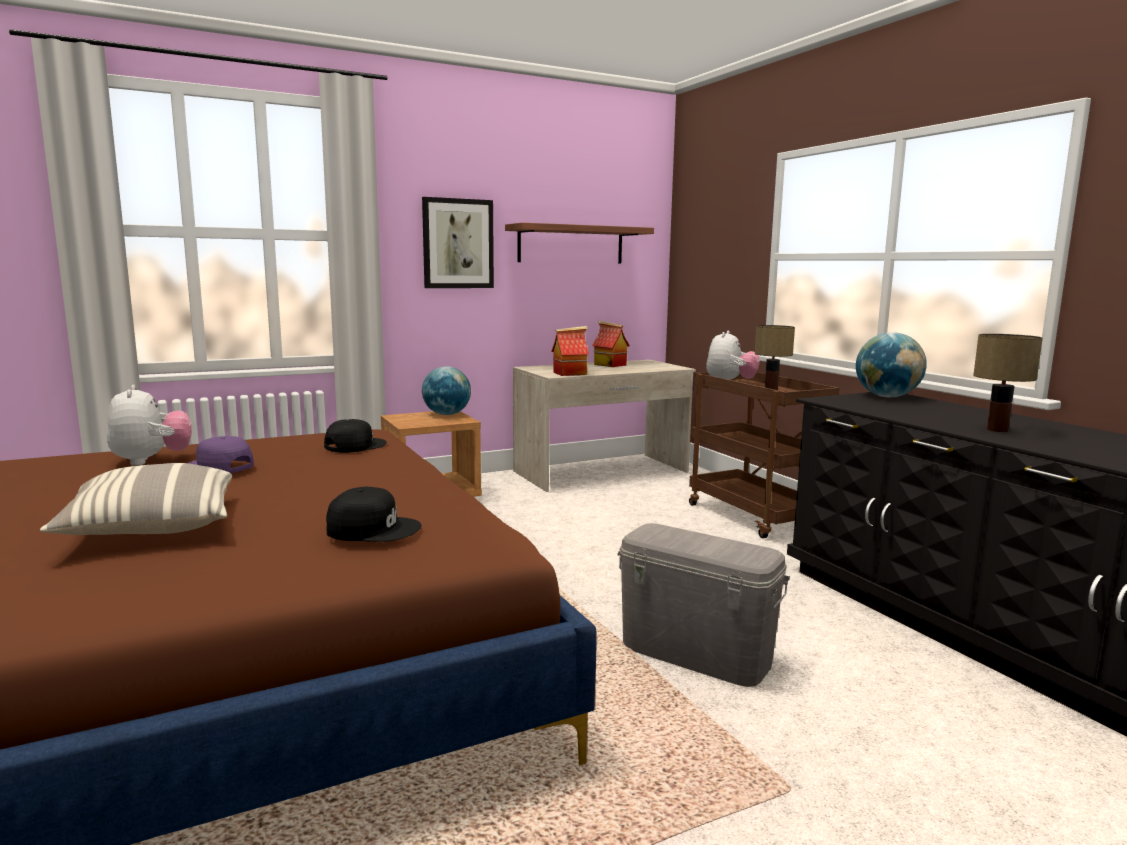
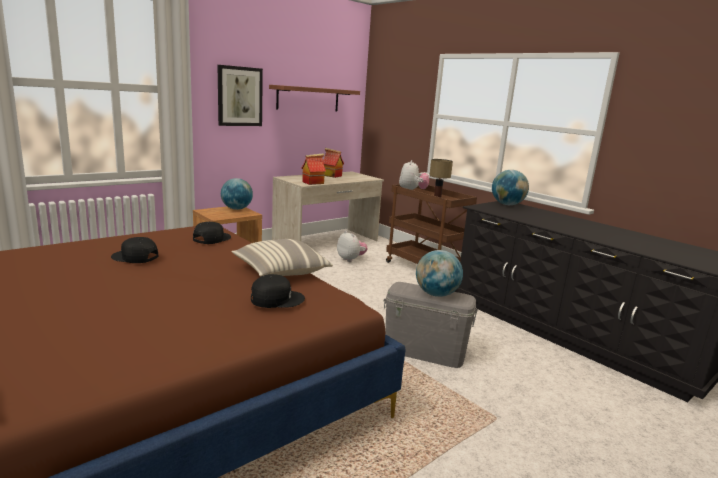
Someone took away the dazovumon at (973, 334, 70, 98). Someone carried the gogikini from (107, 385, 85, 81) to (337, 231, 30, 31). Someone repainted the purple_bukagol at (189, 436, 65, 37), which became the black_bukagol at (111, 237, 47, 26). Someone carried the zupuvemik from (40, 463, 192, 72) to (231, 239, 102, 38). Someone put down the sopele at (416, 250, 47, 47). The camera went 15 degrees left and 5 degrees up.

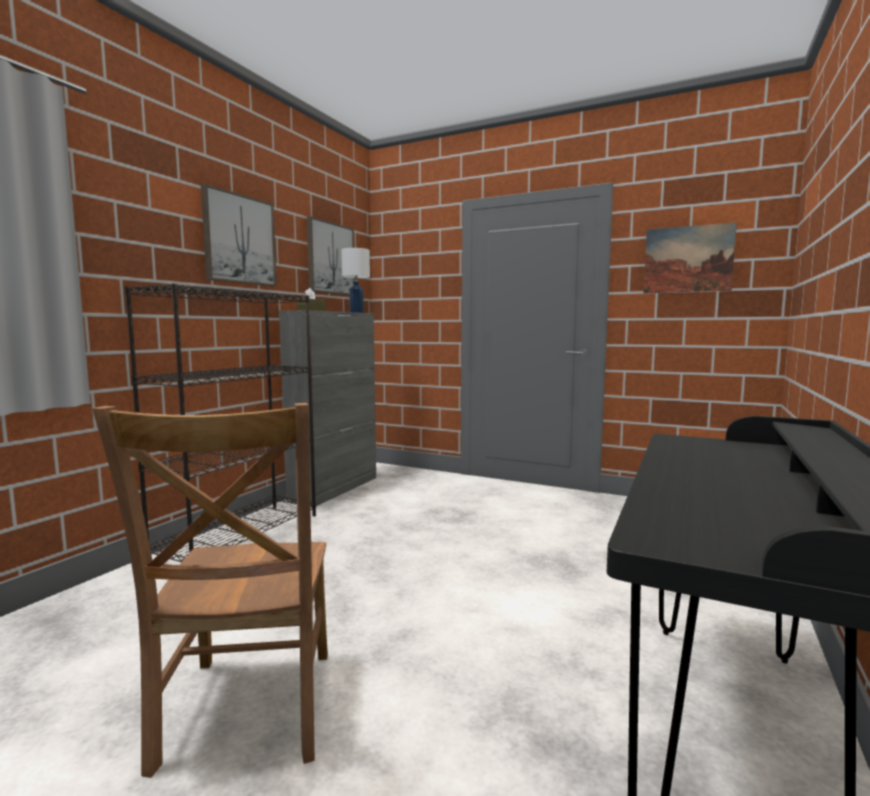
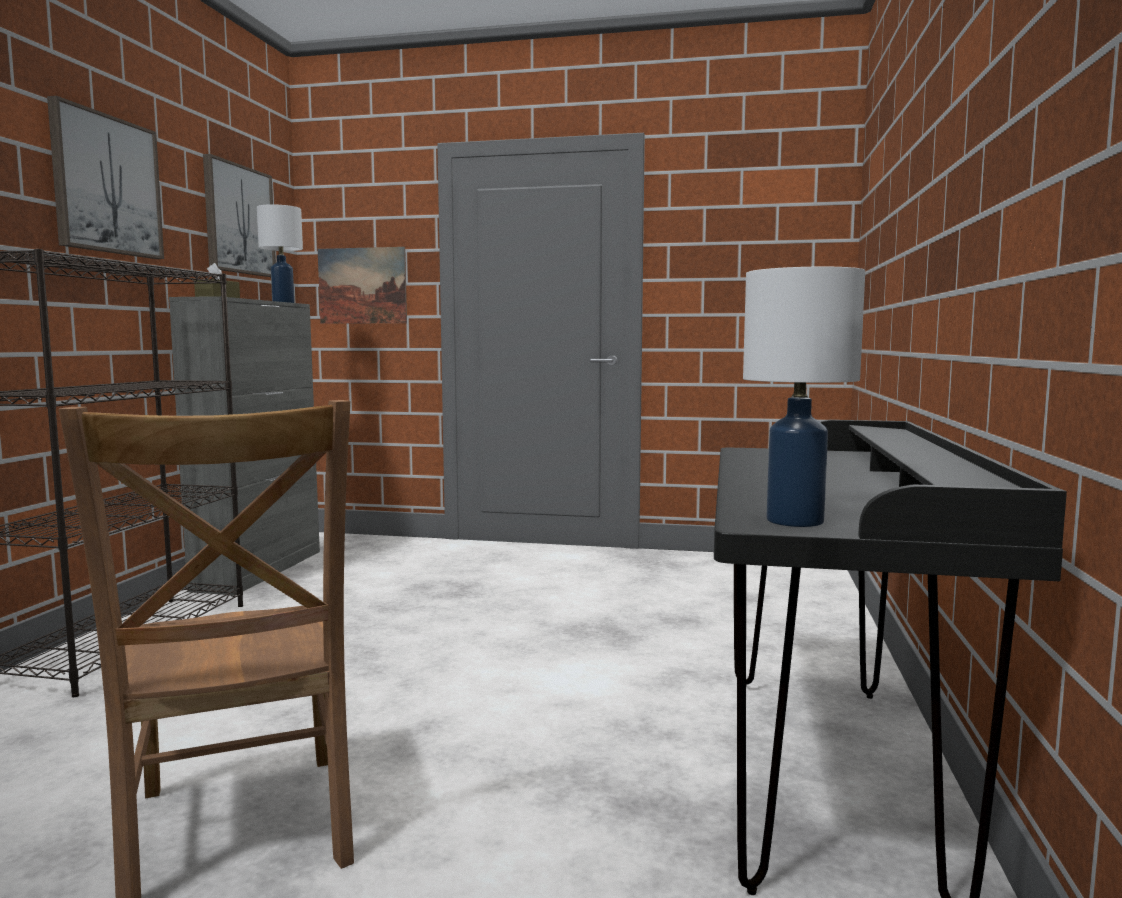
Someone carried the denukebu from (643, 222, 94, 71) to (318, 247, 89, 77). Someone put down the white_dazovumon at (743, 267, 122, 260). The camera went 15 degrees left and 0 degrees up.

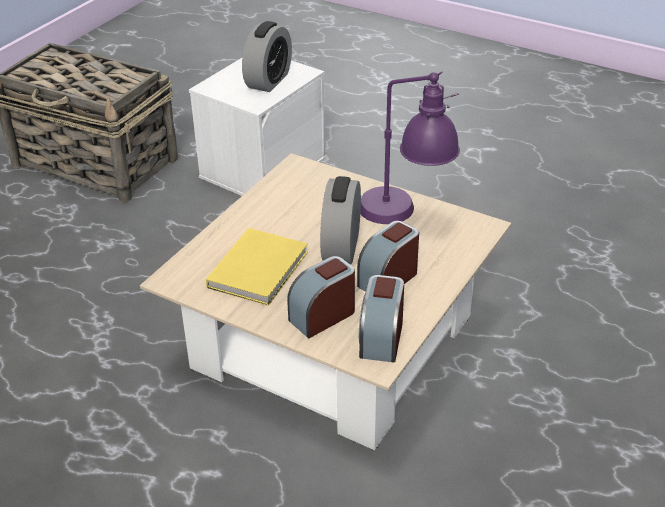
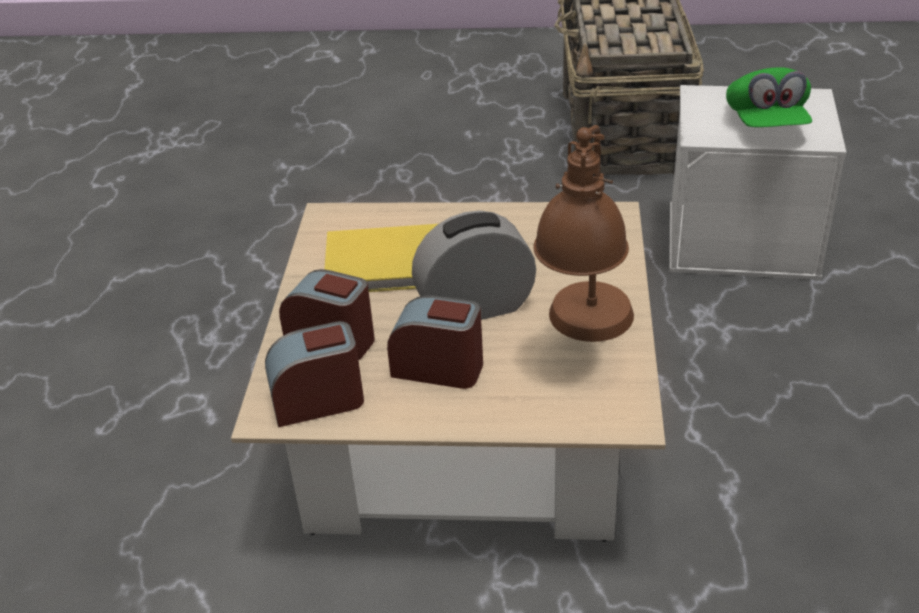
Someone swapped the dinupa at (242, 21, 50, 71) for the green_bukagol at (726, 67, 86, 60). Someone repainted the purple_dazovumon at (360, 71, 100, 153), which became the brown_dazovumon at (533, 125, 101, 217). The camera went 65 degrees right and 0 degrees up.

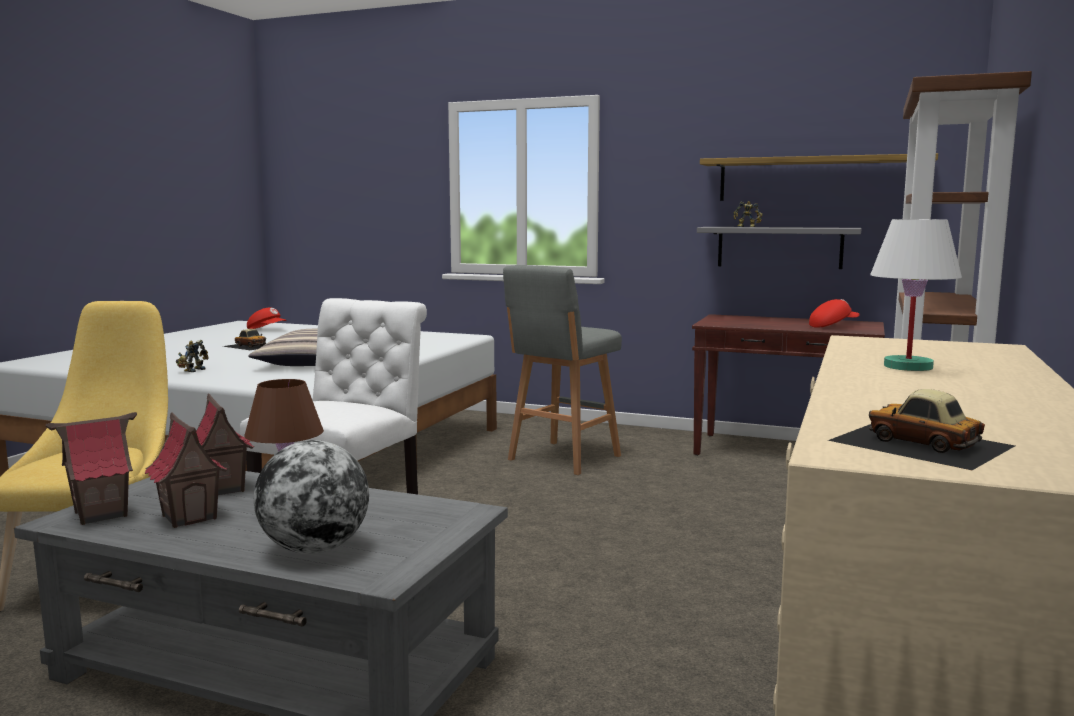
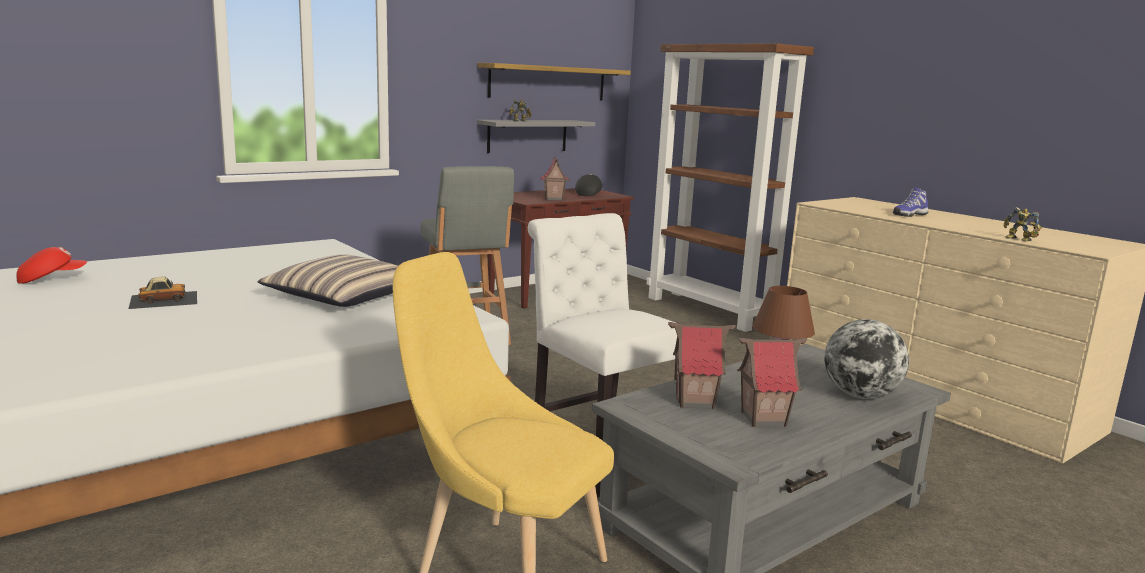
Someone swapped the white_dazovumon at (870, 219, 92, 152) for the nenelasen at (893, 188, 35, 29). Someone repainted the red_bukagol at (809, 299, 51, 29), which became the black_bukagol at (575, 174, 27, 22). Someone carried the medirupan from (176, 340, 33, 32) to (1003, 207, 39, 34). Someone took away the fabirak at (828, 389, 187, 81). Someone carried the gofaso from (46, 412, 91, 113) to (541, 156, 29, 45). The camera went 60 degrees left and 5 degrees up.

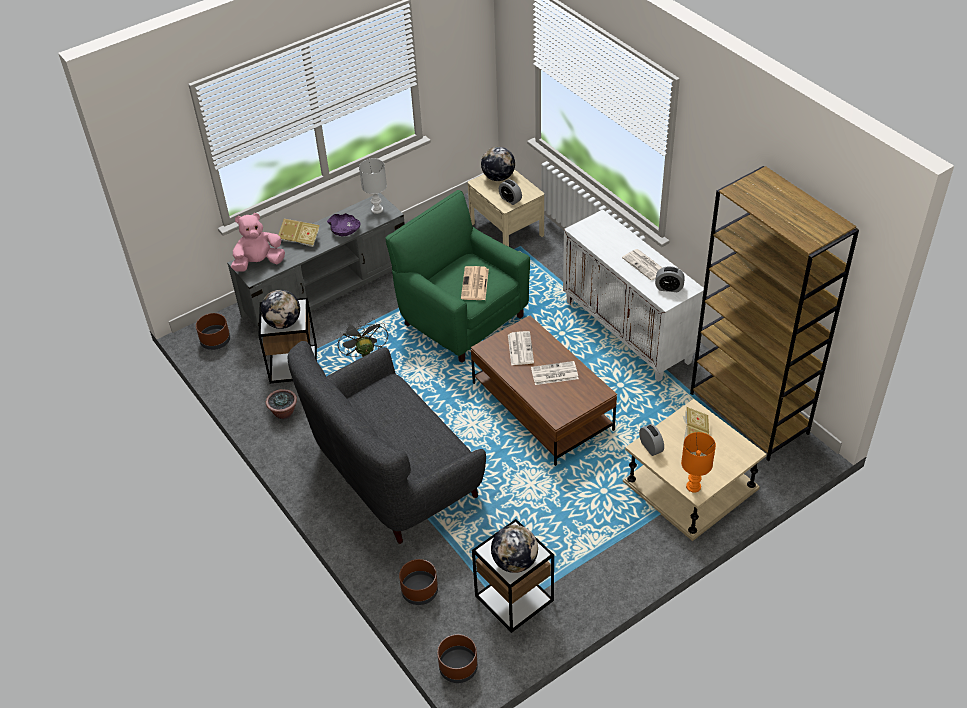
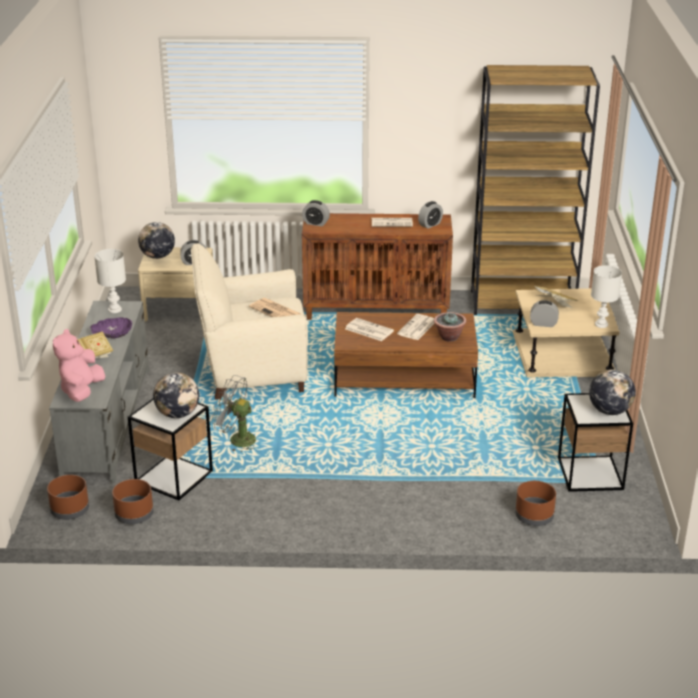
Someone repainted the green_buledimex at (385, 190, 145, 173), which became the beige_buledimex at (191, 243, 118, 157). Someone repainted the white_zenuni at (563, 209, 141, 173), which became the brown_zenuni at (302, 213, 151, 107). Someone took away the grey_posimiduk at (287, 341, 199, 203). Someone carried the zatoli from (266, 389, 31, 30) to (434, 312, 32, 30). Someone repainted the orange_dazovumon at (681, 432, 35, 61), which became the white_dazovumon at (591, 265, 31, 63). Someone carried the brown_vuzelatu from (437, 634, 41, 49) to (112, 479, 41, 45). Someone put down the dinupa at (302, 200, 28, 26). The camera went 55 degrees left and 15 degrees down.

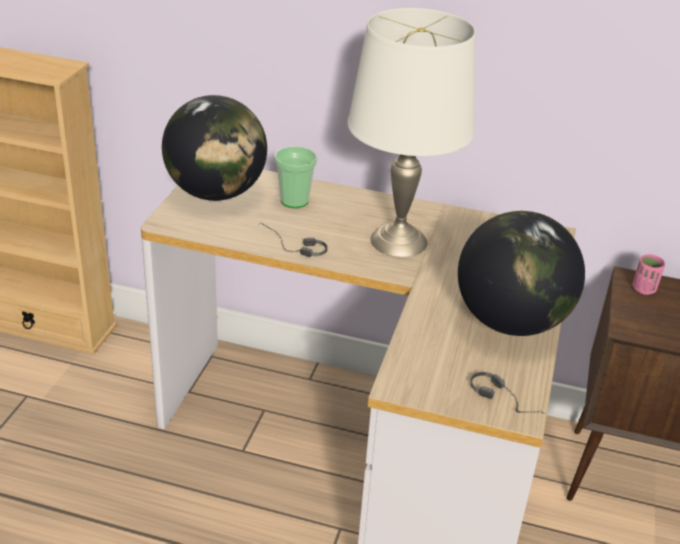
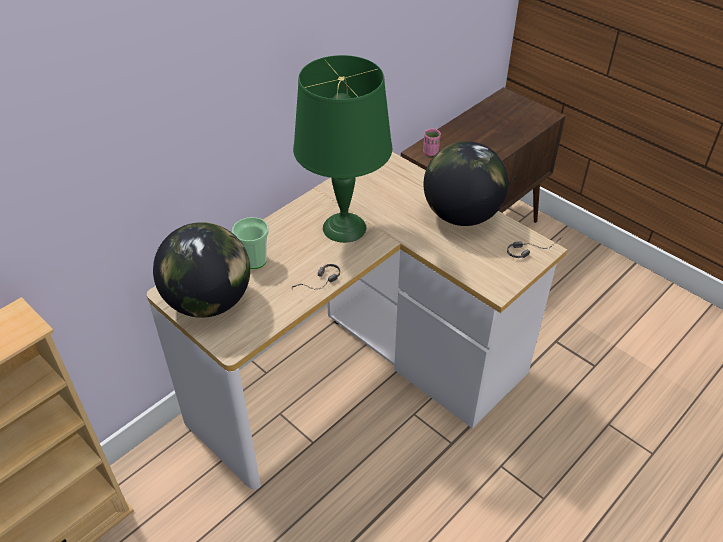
Someone repainted the white_dazovumon at (347, 8, 129, 249), which became the green_dazovumon at (293, 55, 99, 188). The camera went 60 degrees left and 10 degrees up.

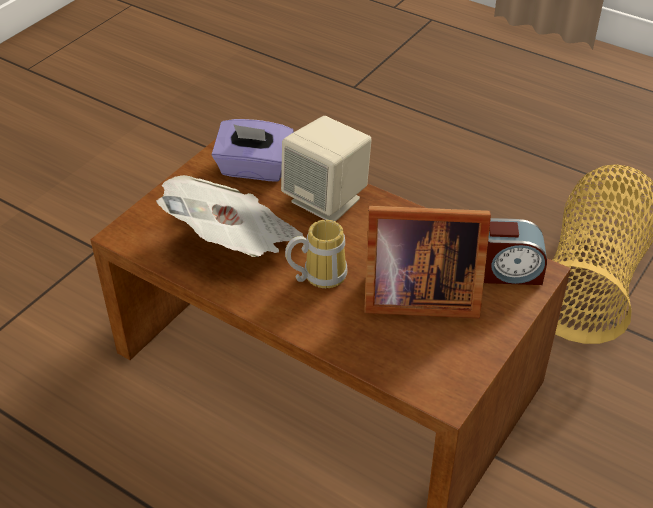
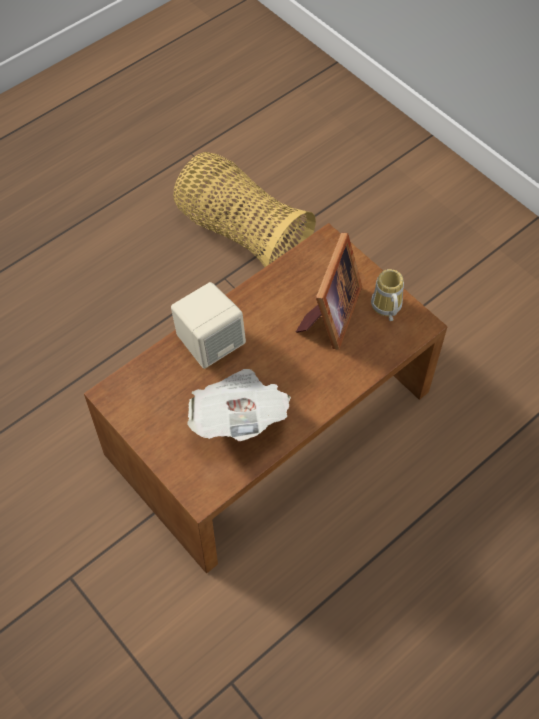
Someone took away the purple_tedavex at (212, 119, 82, 63). Someone took away the dinupa at (484, 218, 63, 67). Someone carried the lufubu from (285, 220, 63, 68) to (371, 269, 33, 52). The camera went 75 degrees left and 15 degrees up.

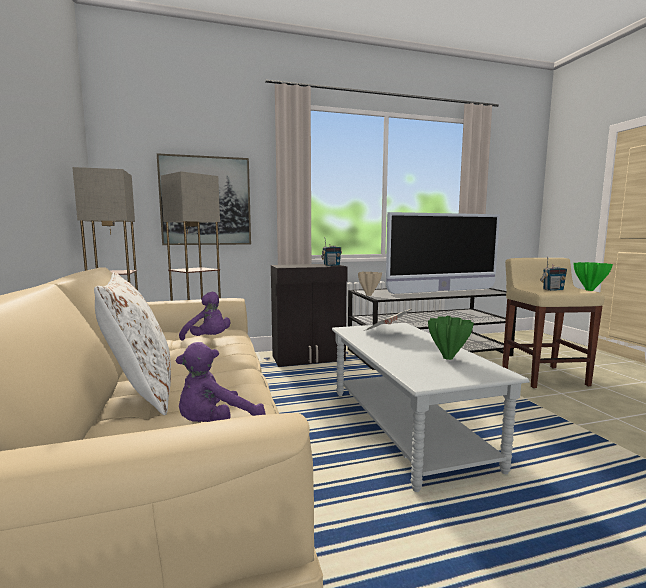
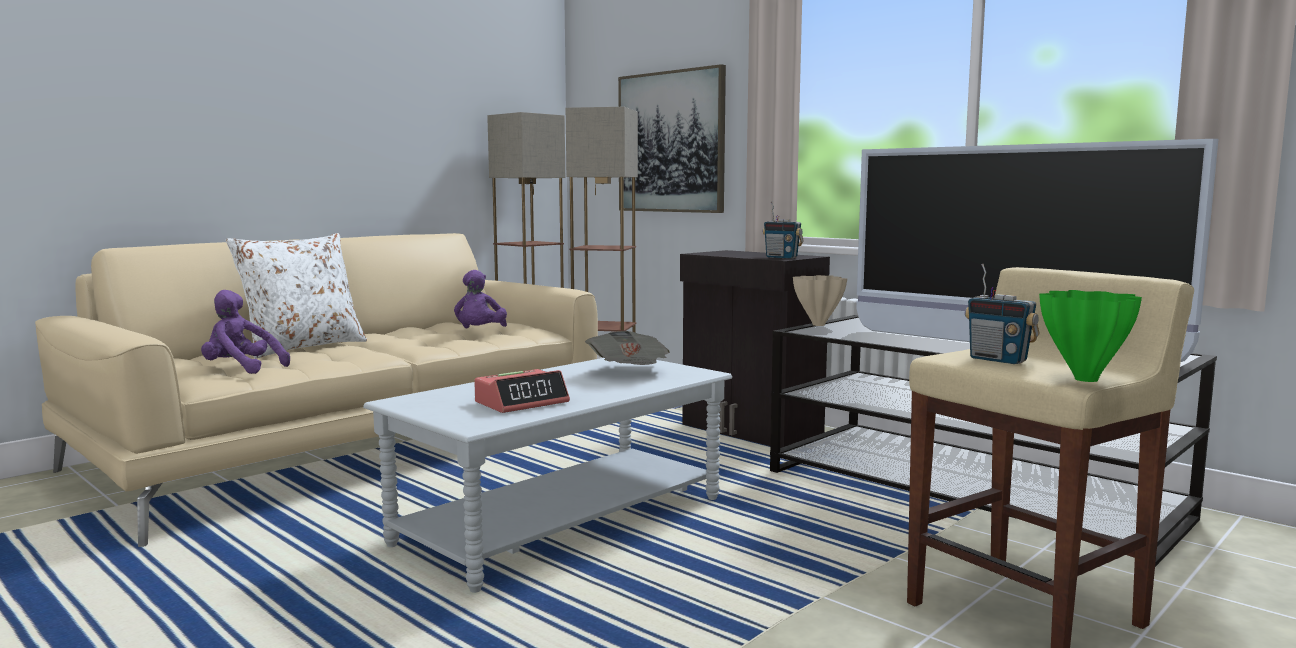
Someone swapped the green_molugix at (428, 316, 46, 44) for the dinupa at (474, 369, 96, 44). The camera went 60 degrees right and 0 degrees up.

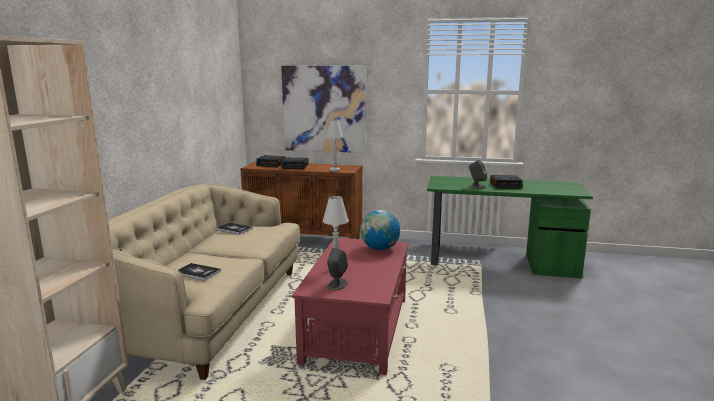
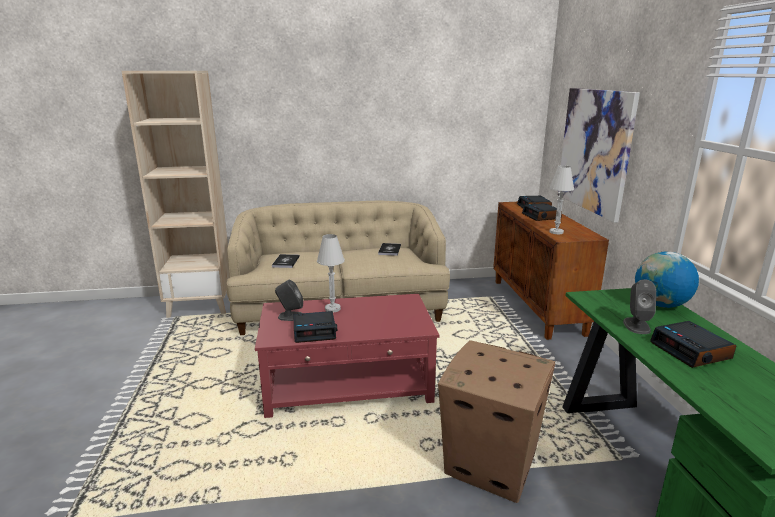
Someone carried the sopele from (360, 210, 40, 40) to (635, 252, 64, 56). Someone put down the dinupa at (294, 311, 43, 32). Someone put down the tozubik at (438, 340, 117, 163). The camera went 70 degrees right and 5 degrees up.

